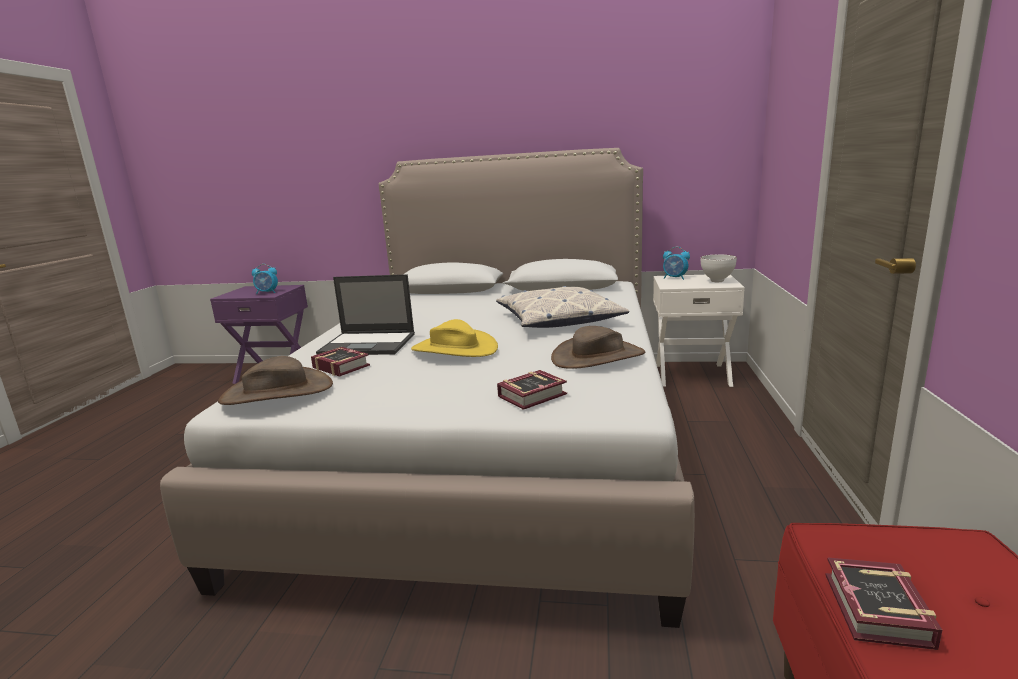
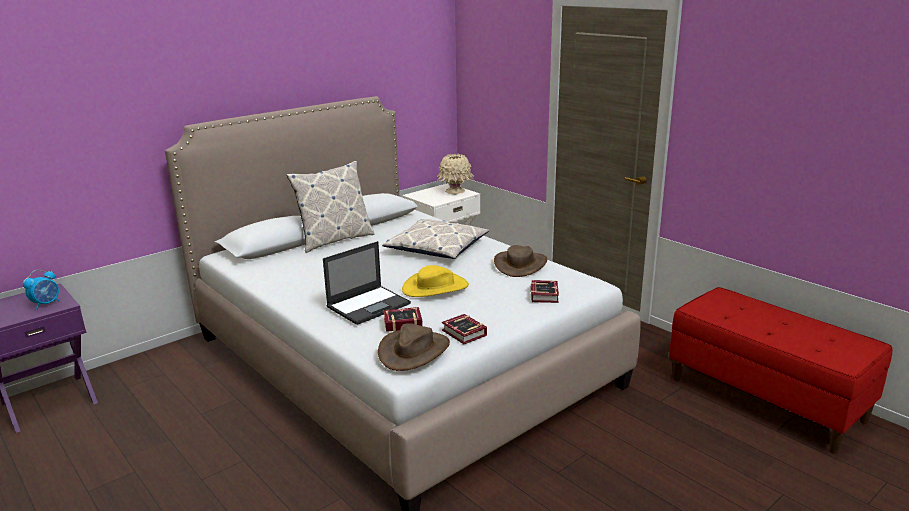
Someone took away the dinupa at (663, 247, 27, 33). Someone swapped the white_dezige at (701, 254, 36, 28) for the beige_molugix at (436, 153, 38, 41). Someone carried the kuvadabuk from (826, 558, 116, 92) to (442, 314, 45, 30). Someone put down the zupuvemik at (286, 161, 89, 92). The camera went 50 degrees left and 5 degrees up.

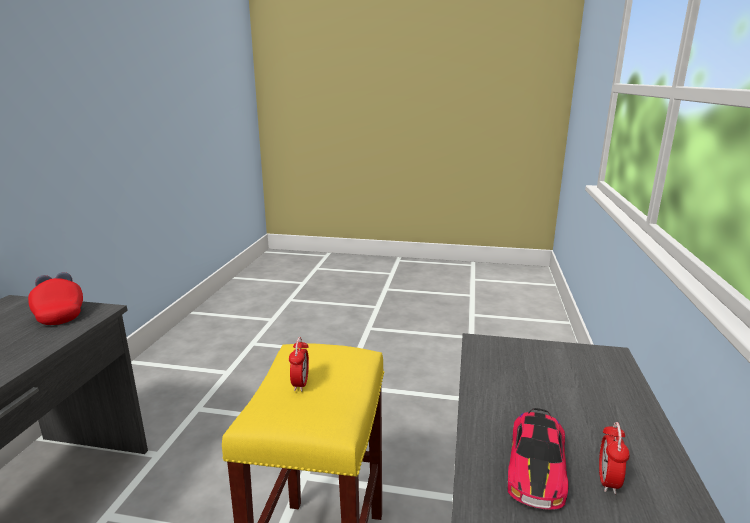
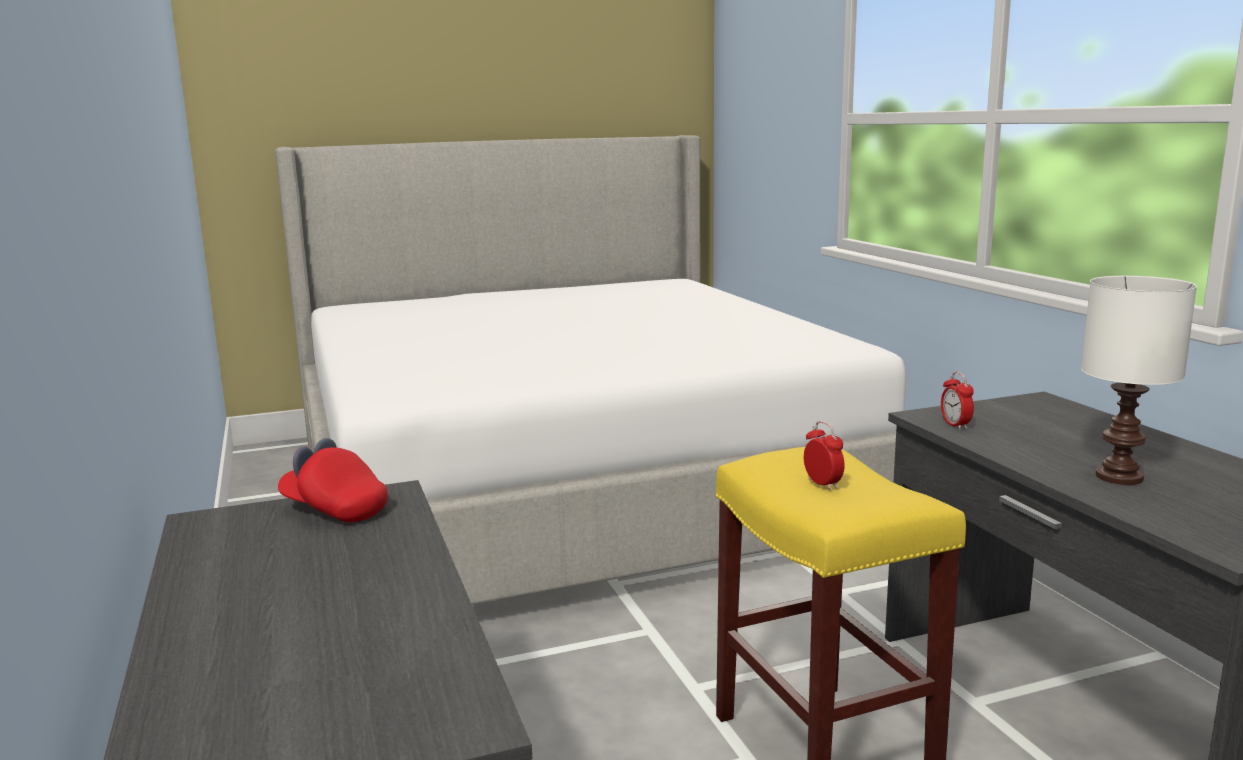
Someone swapped the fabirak at (507, 408, 62, 102) for the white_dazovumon at (1081, 276, 116, 209). Someone carried the dinupa from (599, 422, 31, 72) to (941, 372, 33, 58). Someone put down the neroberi at (275, 135, 631, 470). The camera went 30 degrees left and 5 degrees down.

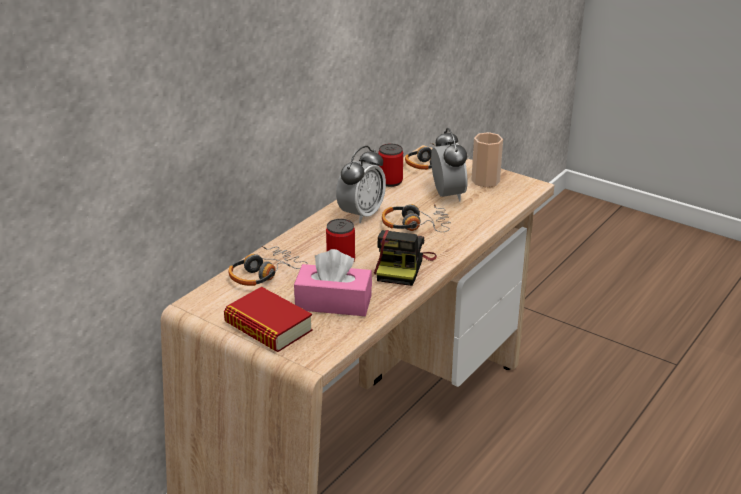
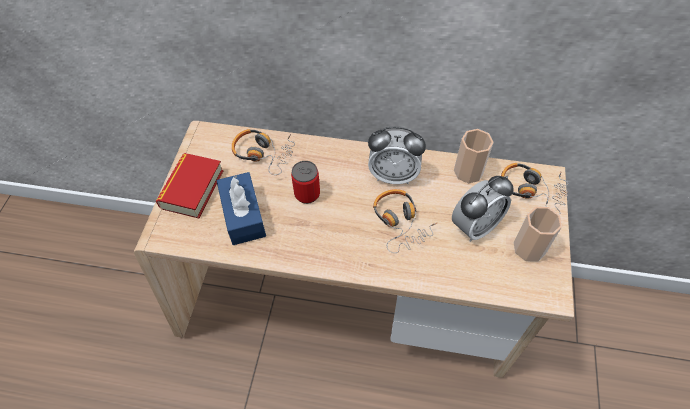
Someone swapped the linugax at (378, 144, 25, 43) for the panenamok at (454, 129, 40, 54). Someone took away the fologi at (374, 230, 63, 56). Someone repainted the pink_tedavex at (294, 249, 78, 67), which became the blue_tedavex at (216, 172, 50, 73). The camera went 65 degrees right and 25 degrees up.

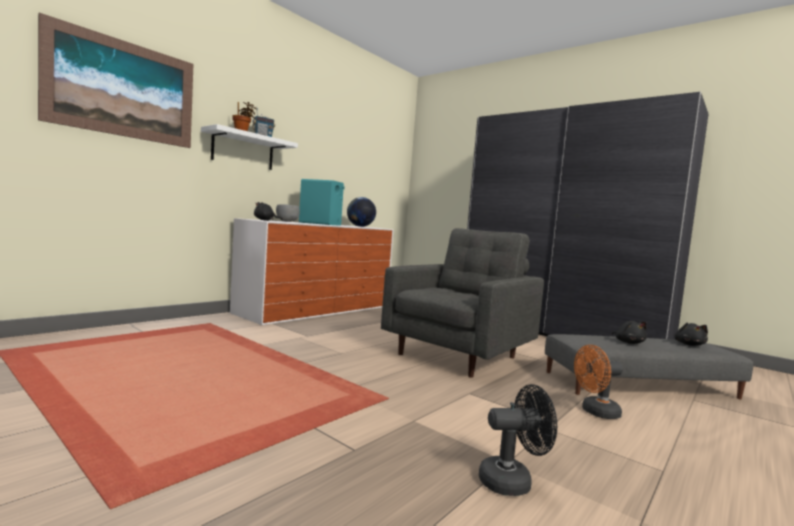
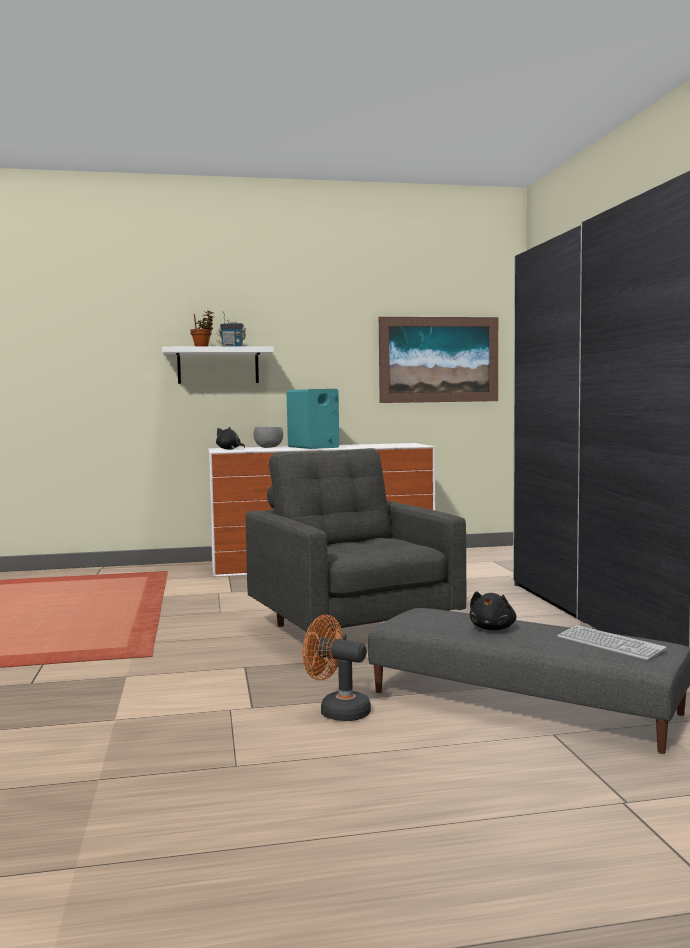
Someone carried the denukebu from (38, 13, 155, 135) to (379, 317, 119, 86). Someone took away the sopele at (347, 197, 29, 30). Someone rotated the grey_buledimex at (381, 228, 163, 150) by 105 degrees counterclockwise. Someone swapped the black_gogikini at (674, 322, 34, 24) for the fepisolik at (557, 625, 110, 35). Someone took away the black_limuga at (479, 384, 78, 112). The camera went 40 degrees right and 0 degrees up.

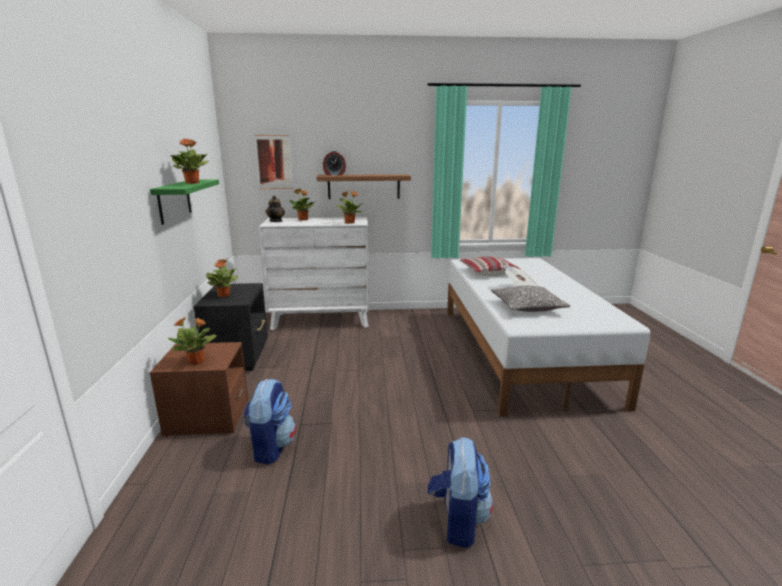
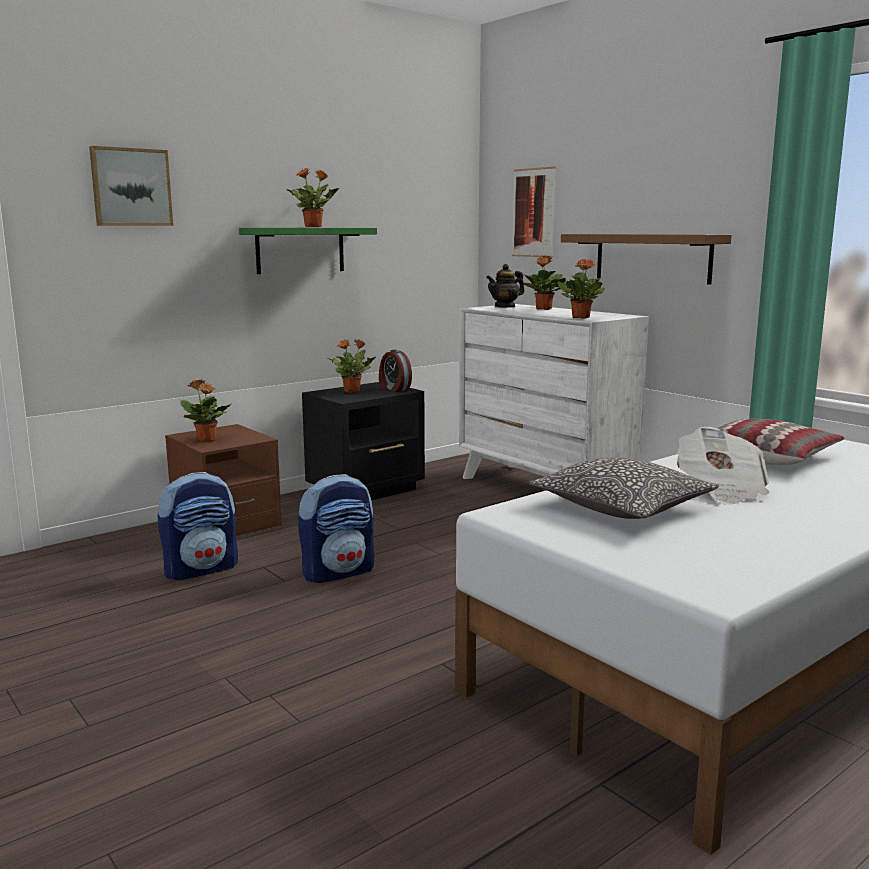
Someone carried the dinupa from (323, 151, 23, 24) to (379, 350, 33, 42). Someone carried the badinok from (428, 437, 65, 111) to (298, 474, 76, 109). Someone put up the denukebu at (89, 146, 84, 80). The camera went 55 degrees right and 5 degrees down.

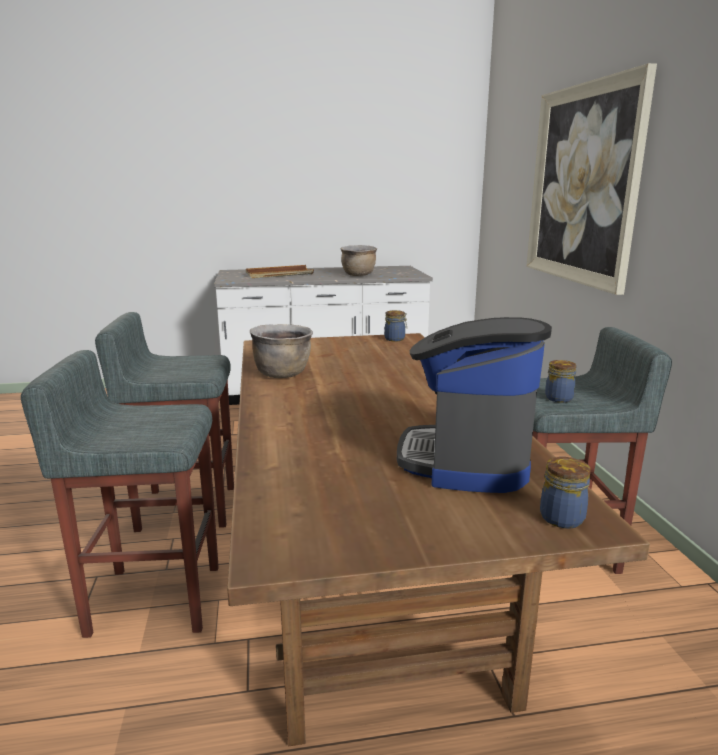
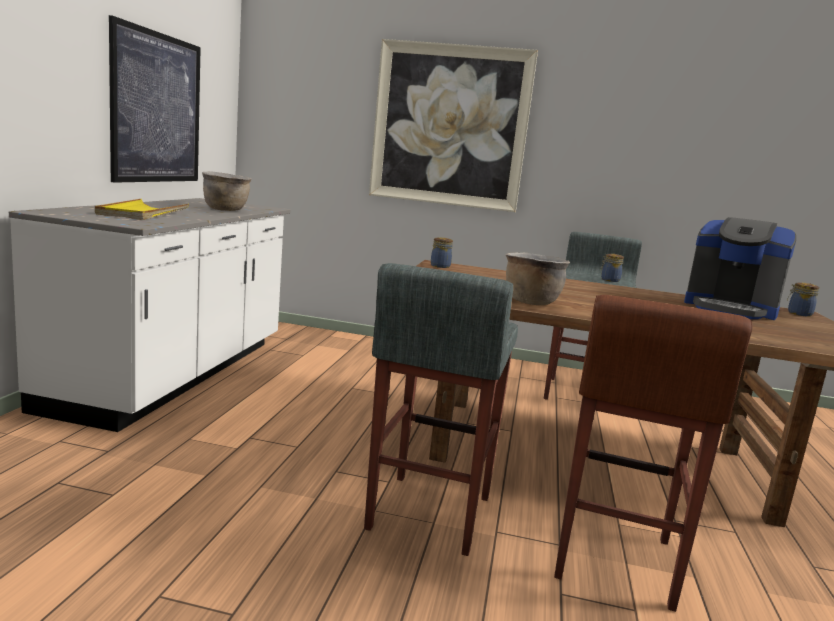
Someone repainted the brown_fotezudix at (246, 265, 68, 13), which became the yellow_fotezudix at (95, 199, 94, 21). Someone repainted the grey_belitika at (21, 350, 198, 288), which became the brown_belitika at (554, 295, 198, 317). Someone put up the denukebu at (109, 15, 92, 168). The camera went 70 degrees left and 5 degrees down.

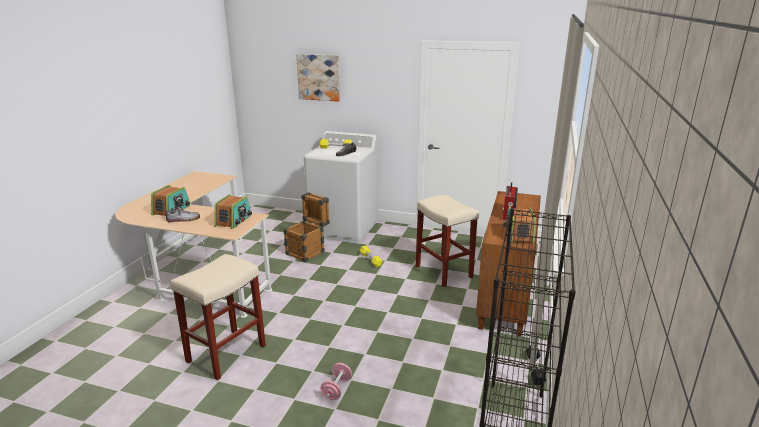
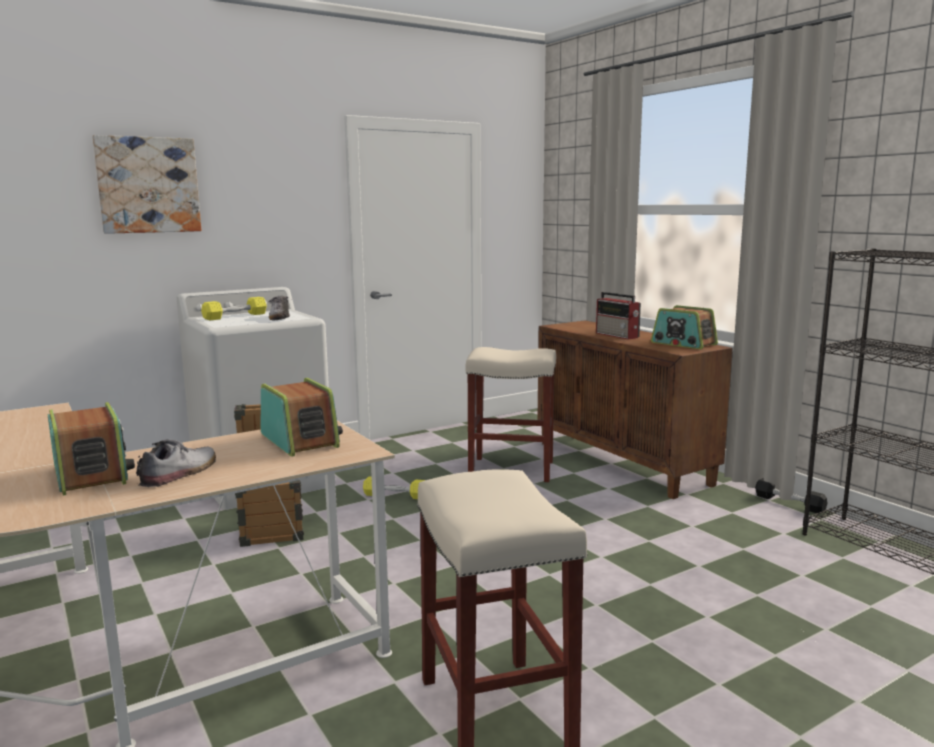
Someone took away the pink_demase at (320, 363, 32, 37). The camera went 50 degrees left and 10 degrees down.

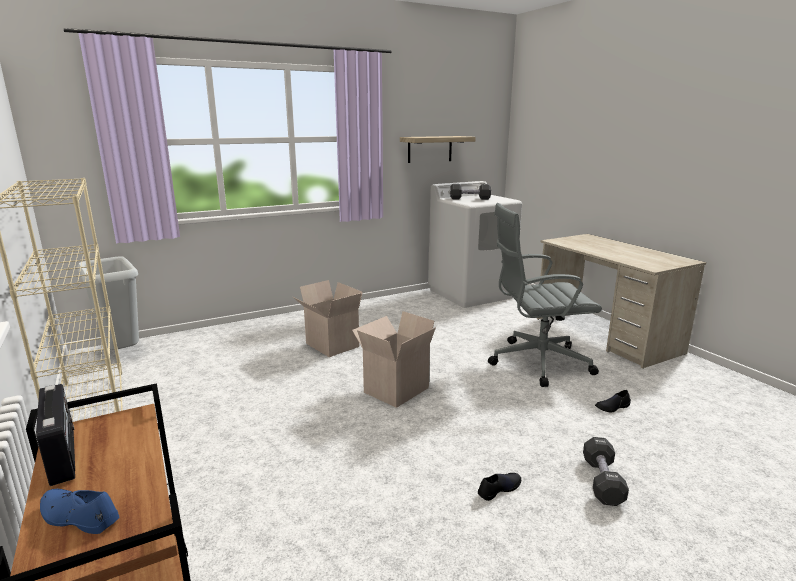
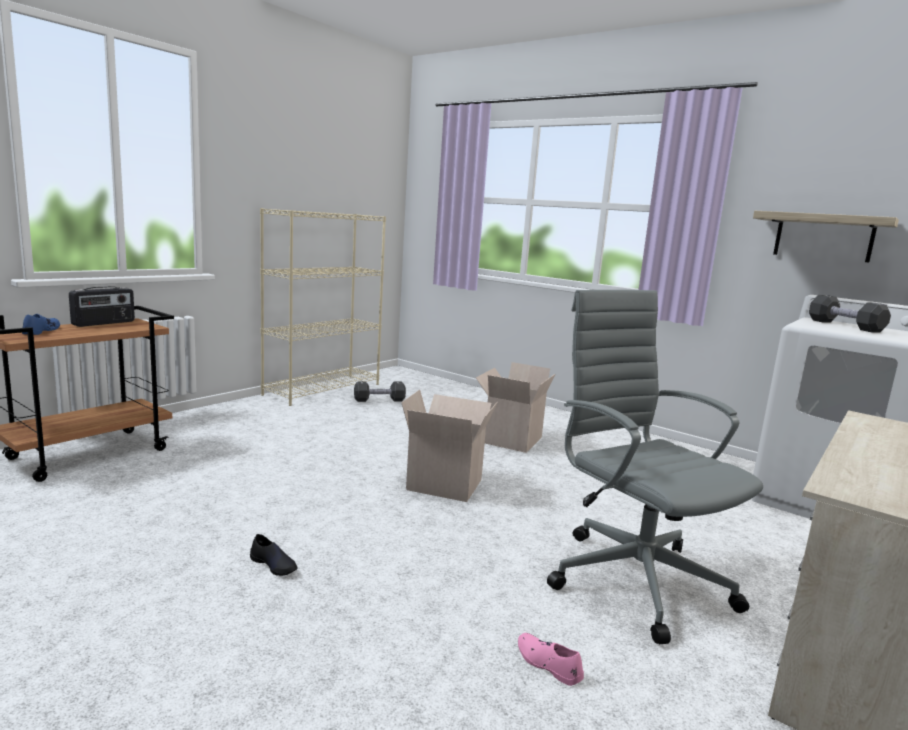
Someone took away the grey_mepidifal at (77, 257, 62, 93). Someone repainted the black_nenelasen at (595, 390, 36, 22), which became the pink_nenelasen at (518, 633, 66, 53). Someone carried the black_demase from (583, 437, 46, 69) to (354, 382, 52, 20). The camera went 65 degrees right and 5 degrees down.

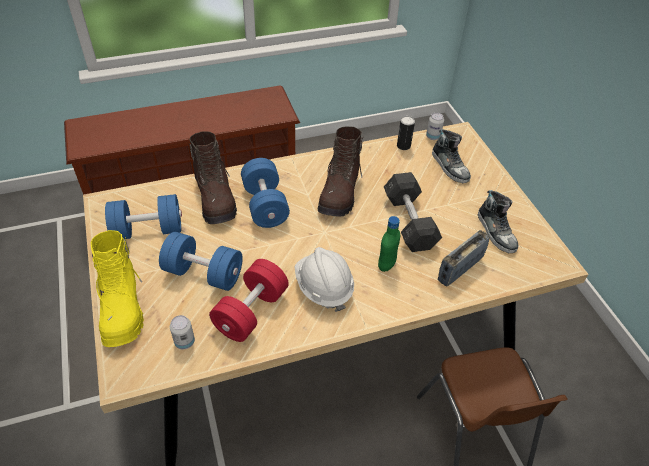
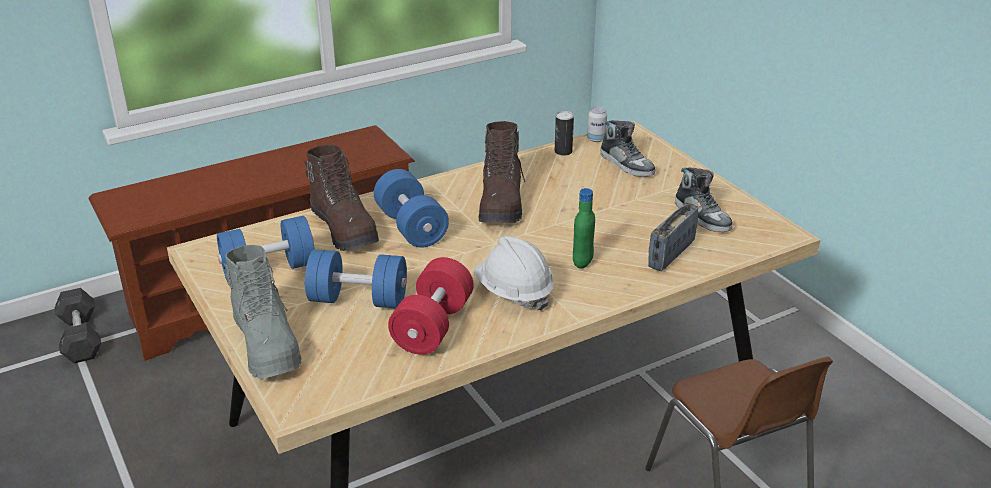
Someone carried the grey_demase from (384, 172, 58, 80) to (55, 288, 46, 75). Someone repainted the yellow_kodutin at (91, 230, 53, 117), which became the grey_kodutin at (224, 245, 77, 134). Someone took away the linugax at (170, 315, 25, 34). The camera went 10 degrees left and 15 degrees down.

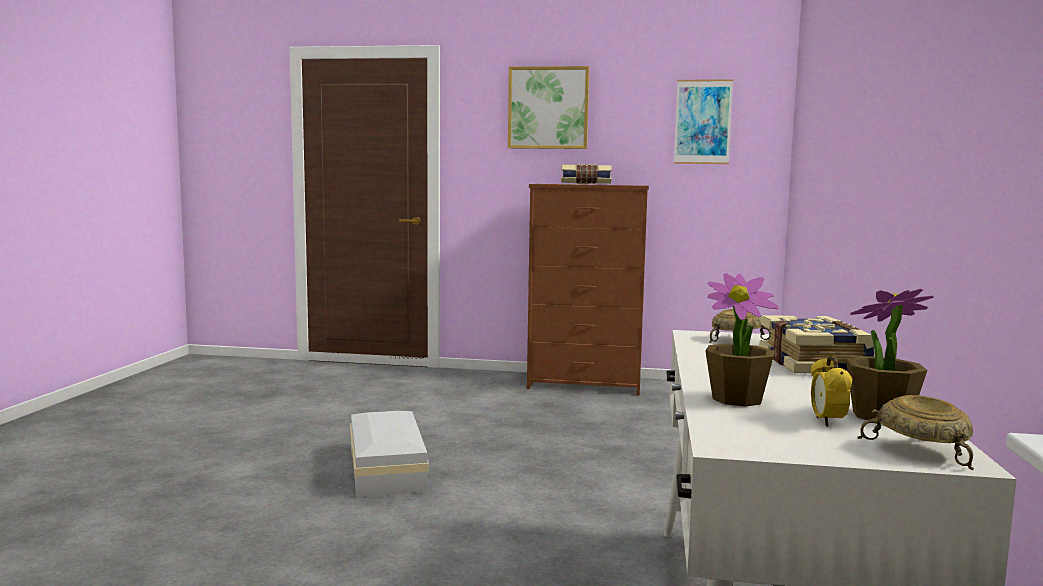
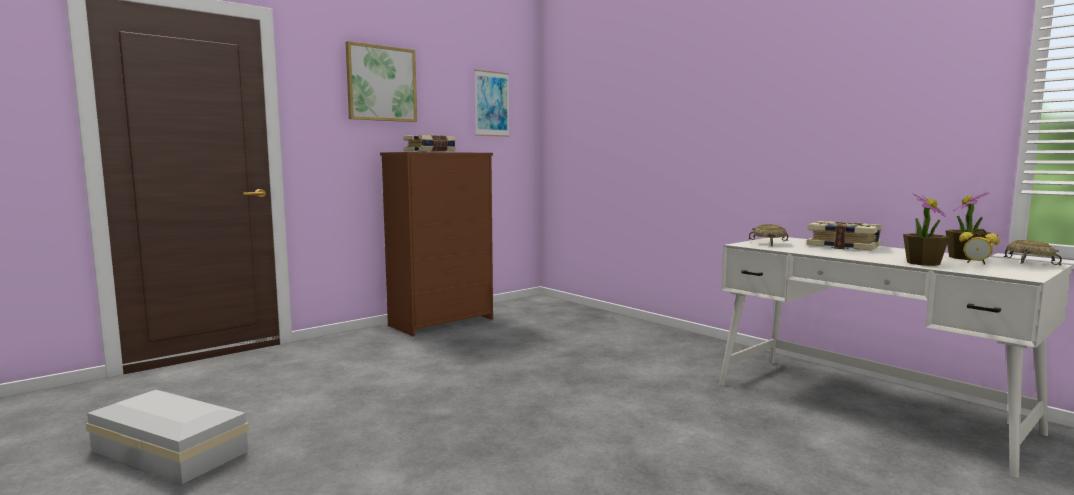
Someone carried the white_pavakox from (350, 411, 79, 87) to (86, 390, 163, 94). The camera went 50 degrees left and 0 degrees up.

